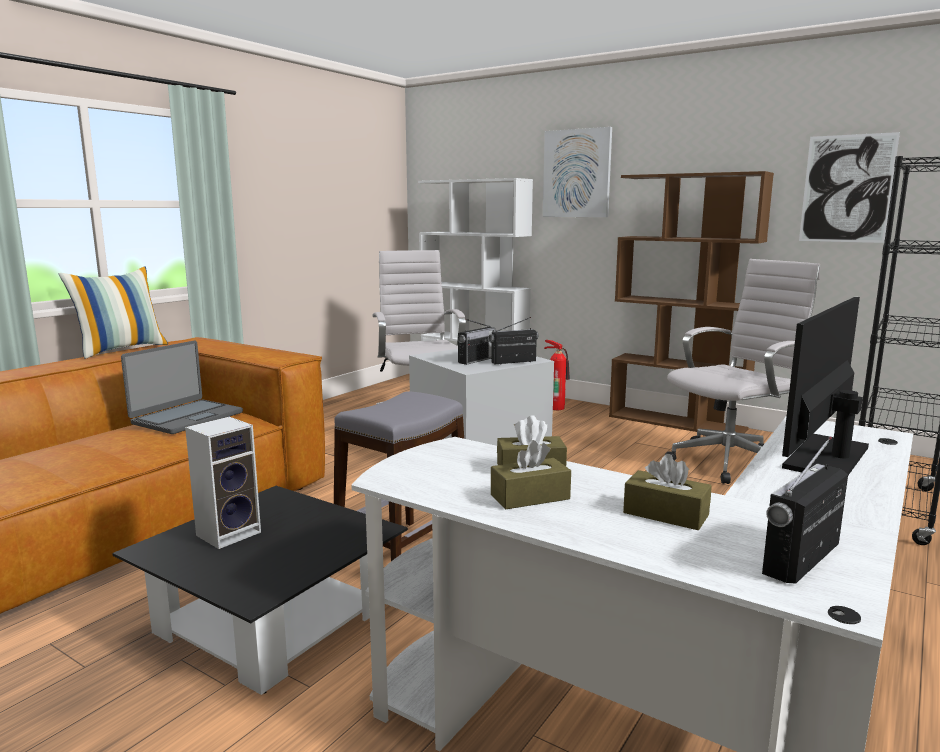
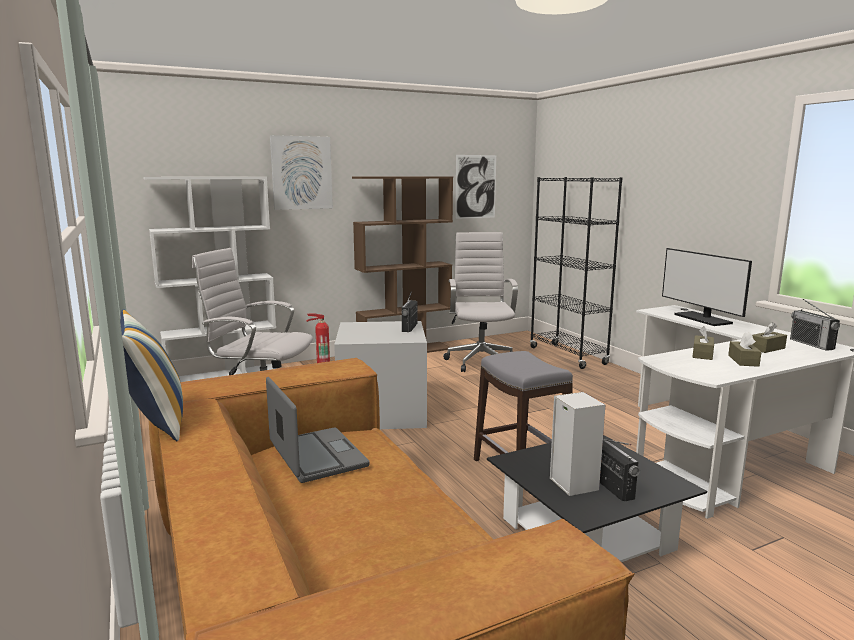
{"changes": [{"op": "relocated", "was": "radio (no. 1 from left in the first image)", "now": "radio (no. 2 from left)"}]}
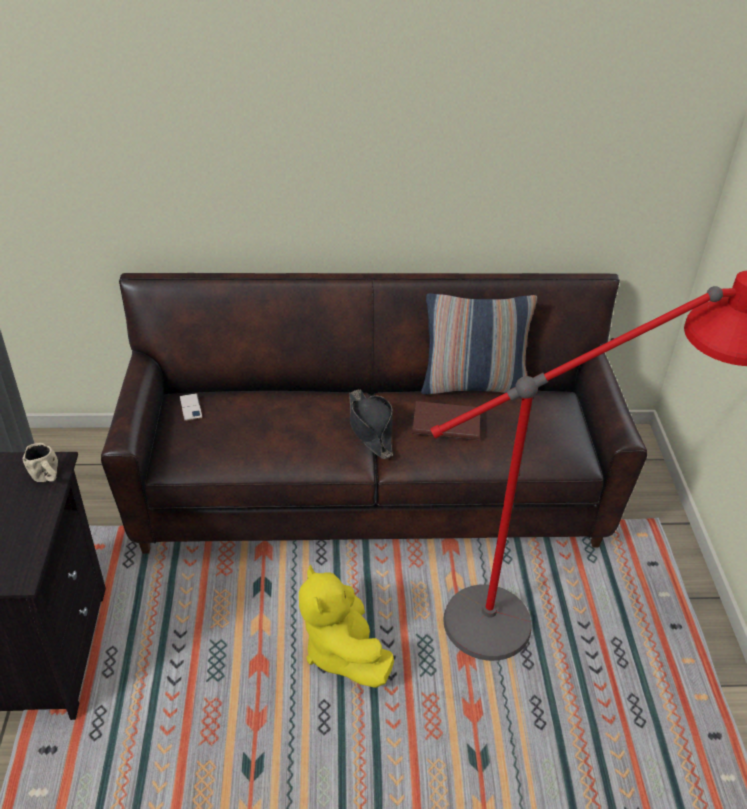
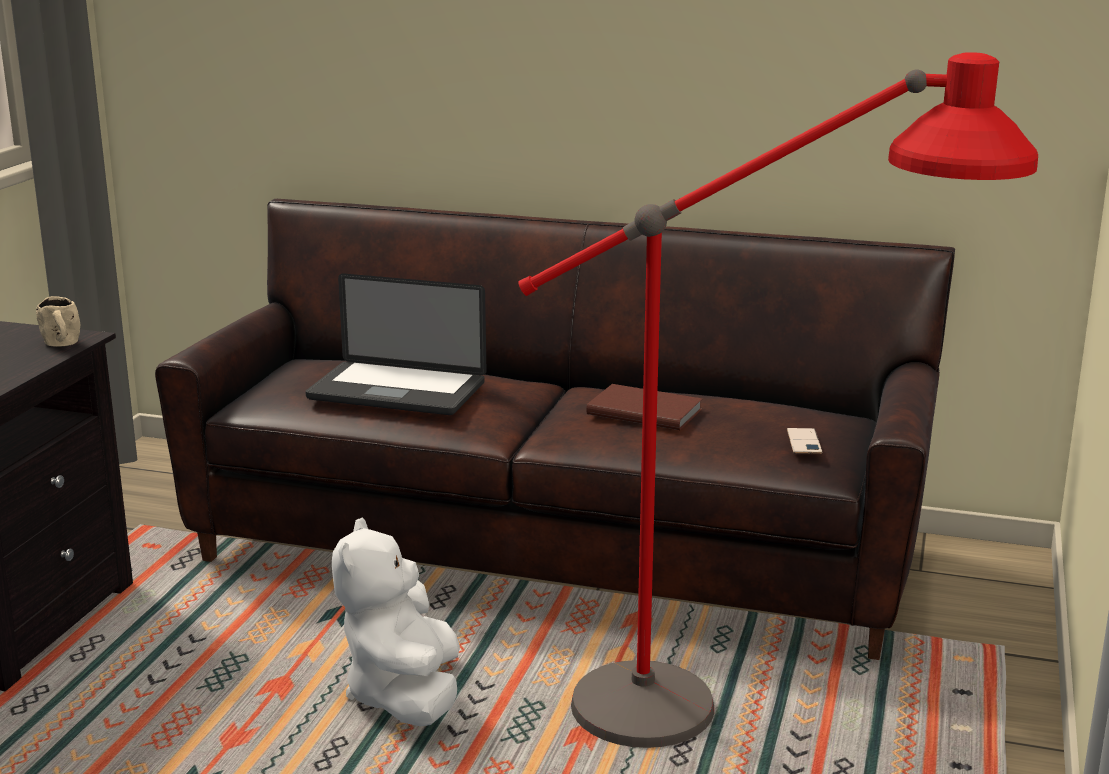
{"changes": [{"op": "missing", "was": "black hat"}, {"op": "missing", "was": "pillow"}, {"op": "appeared", "now": "laptop"}, {"op": "relocated", "was": "phone"}, {"op": "colour", "was": "yellow plush toy", "now": "white plush toy"}]}
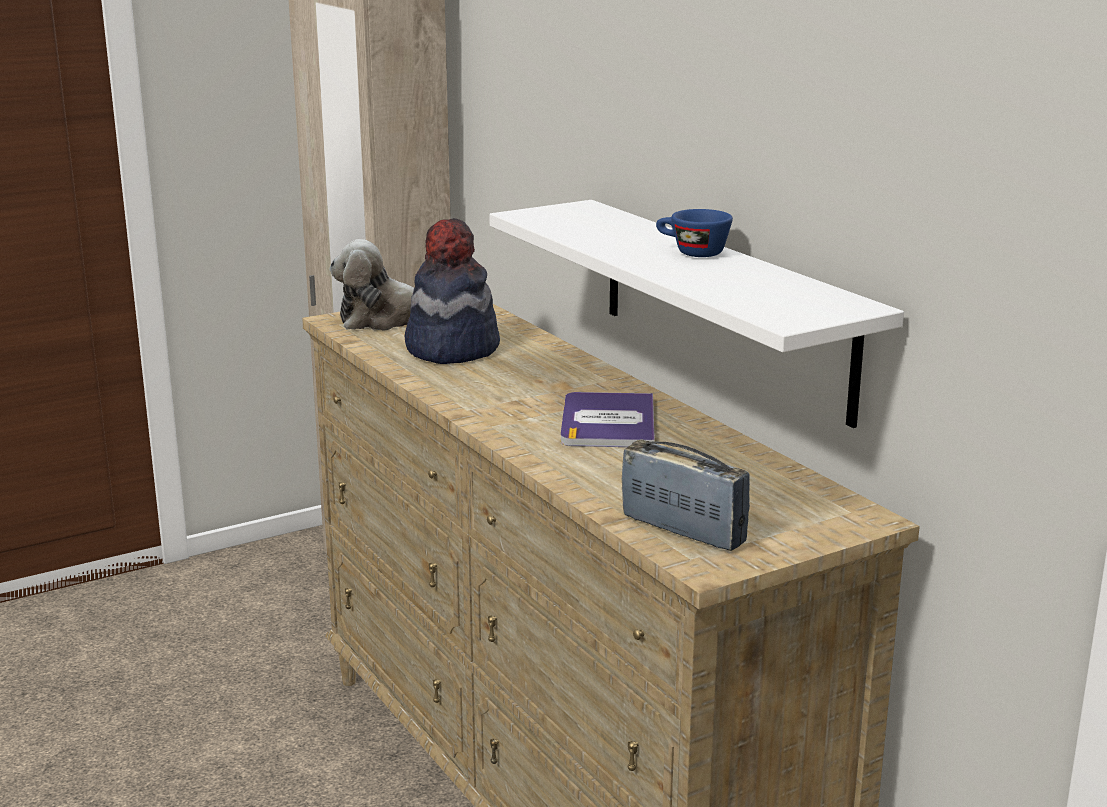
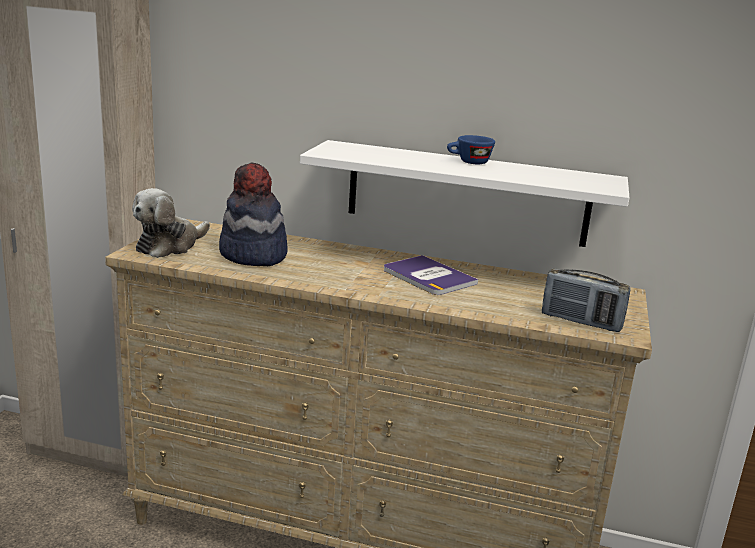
{"changes": [{"op": "spun", "was": "radio", "clockwise": -150}]}
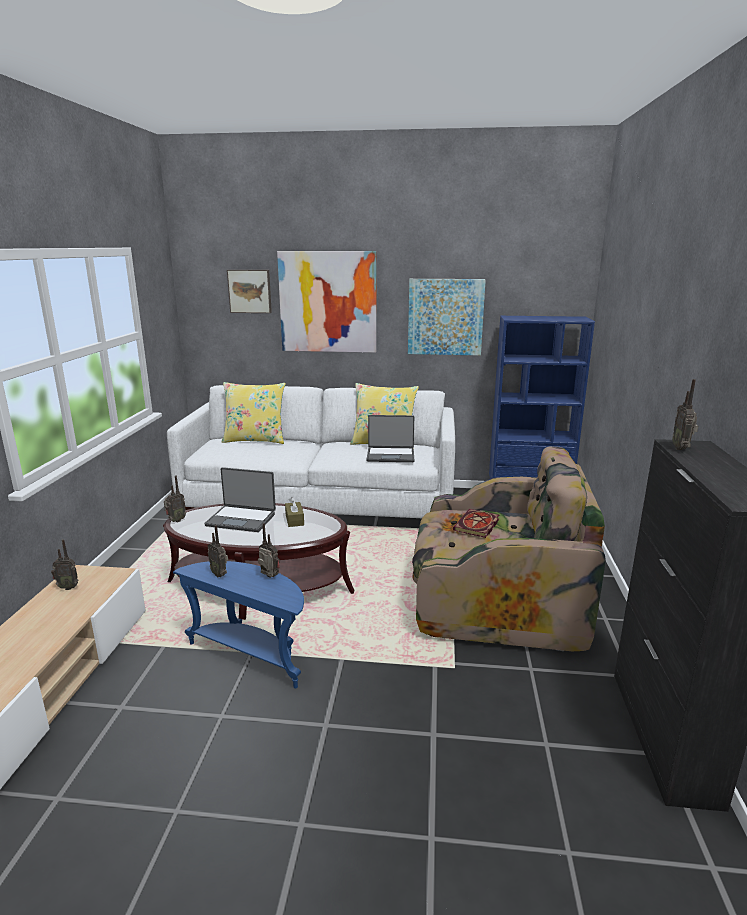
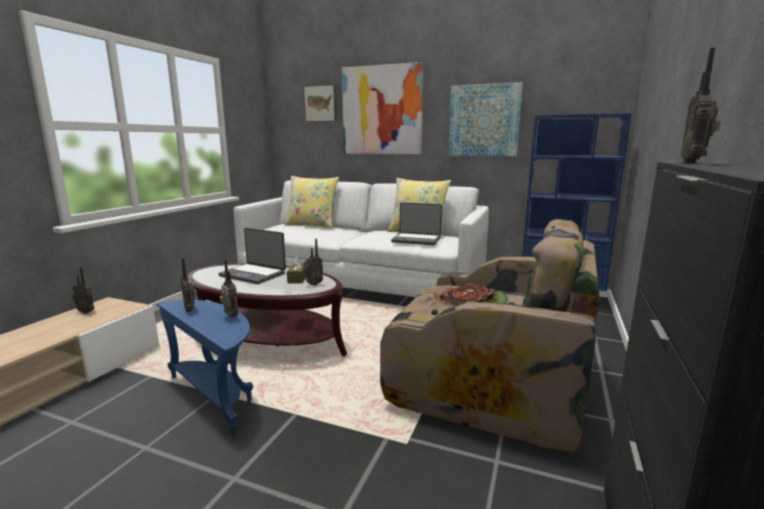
{"changes": [{"op": "relocated", "was": "radio (no. 2 from left in the first image)", "now": "radio (no. 4 from left)"}]}
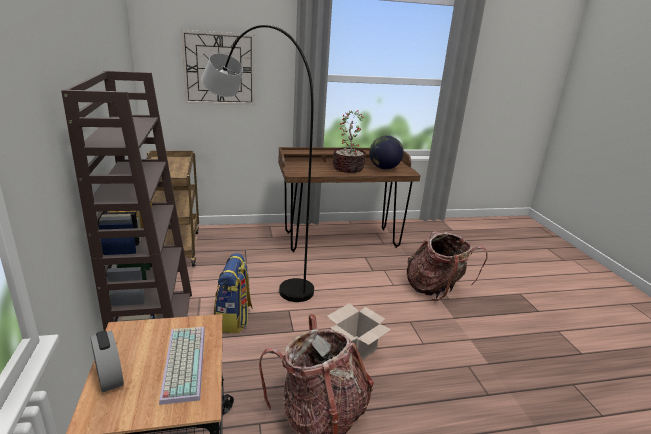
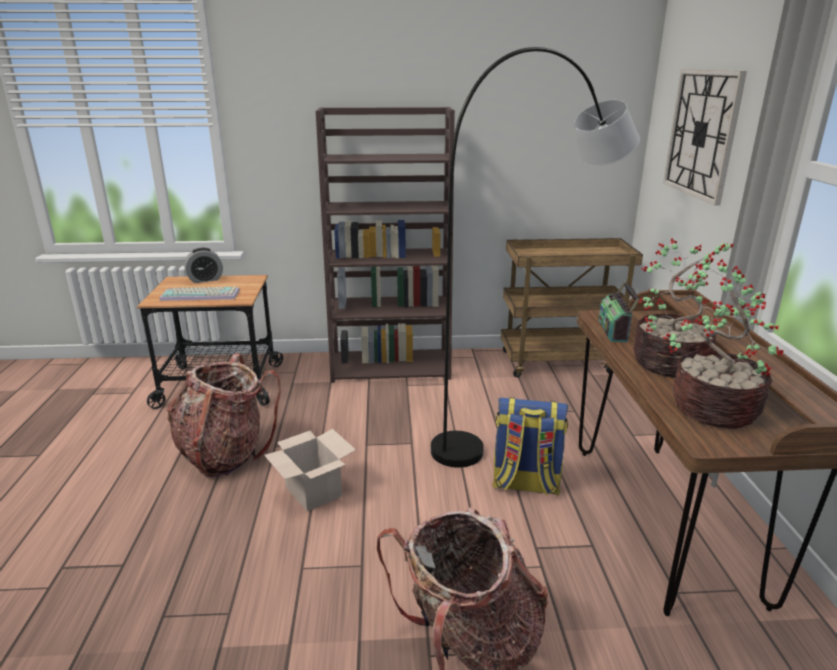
{"changes": [{"op": "appeared", "now": "radio"}, {"op": "relocated", "was": "backpack (no. 1 from left in the first image)", "now": "backpack (no. 3 from left)"}, {"op": "exchanged", "was": "globe", "now": "potted plant (no. 2 from left)"}]}
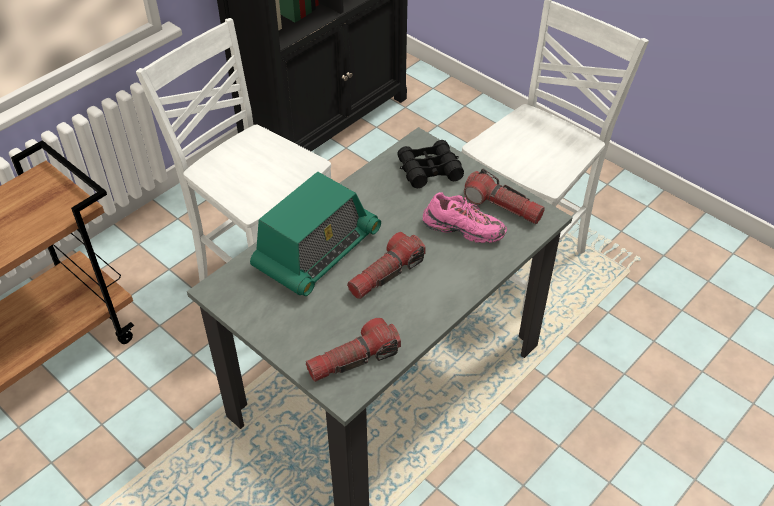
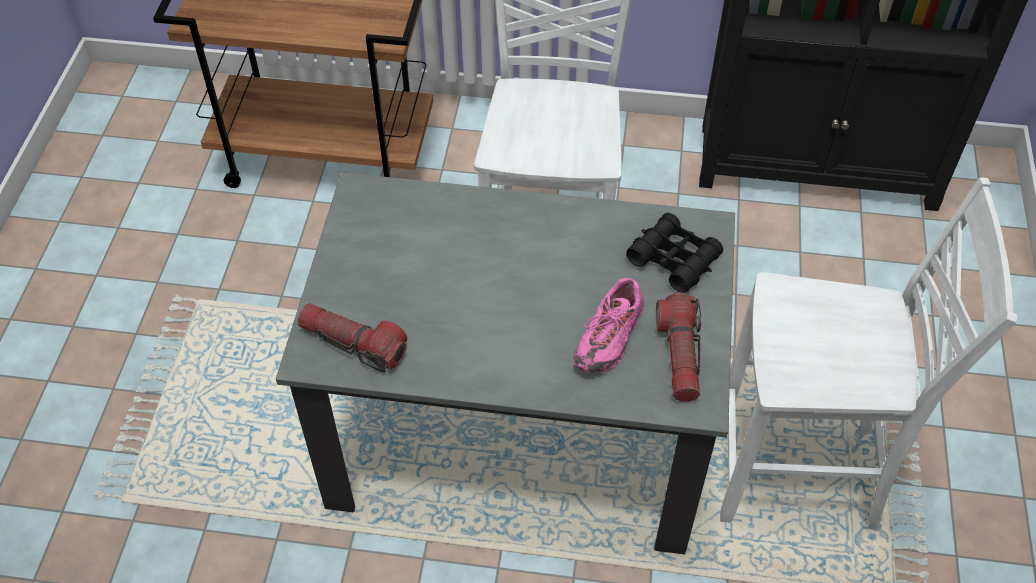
{"changes": [{"op": "missing", "was": "radio"}, {"op": "missing", "was": "flashlight (no. 2 from left)"}, {"op": "spun", "was": "pink shoe", "clockwise": 45}]}
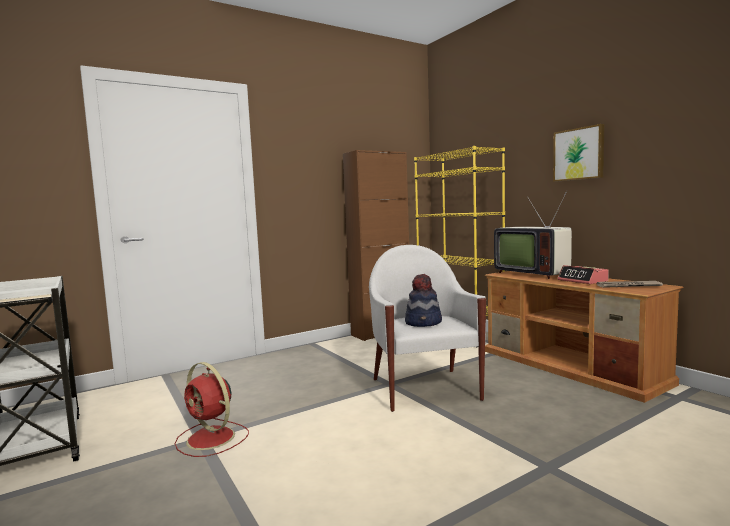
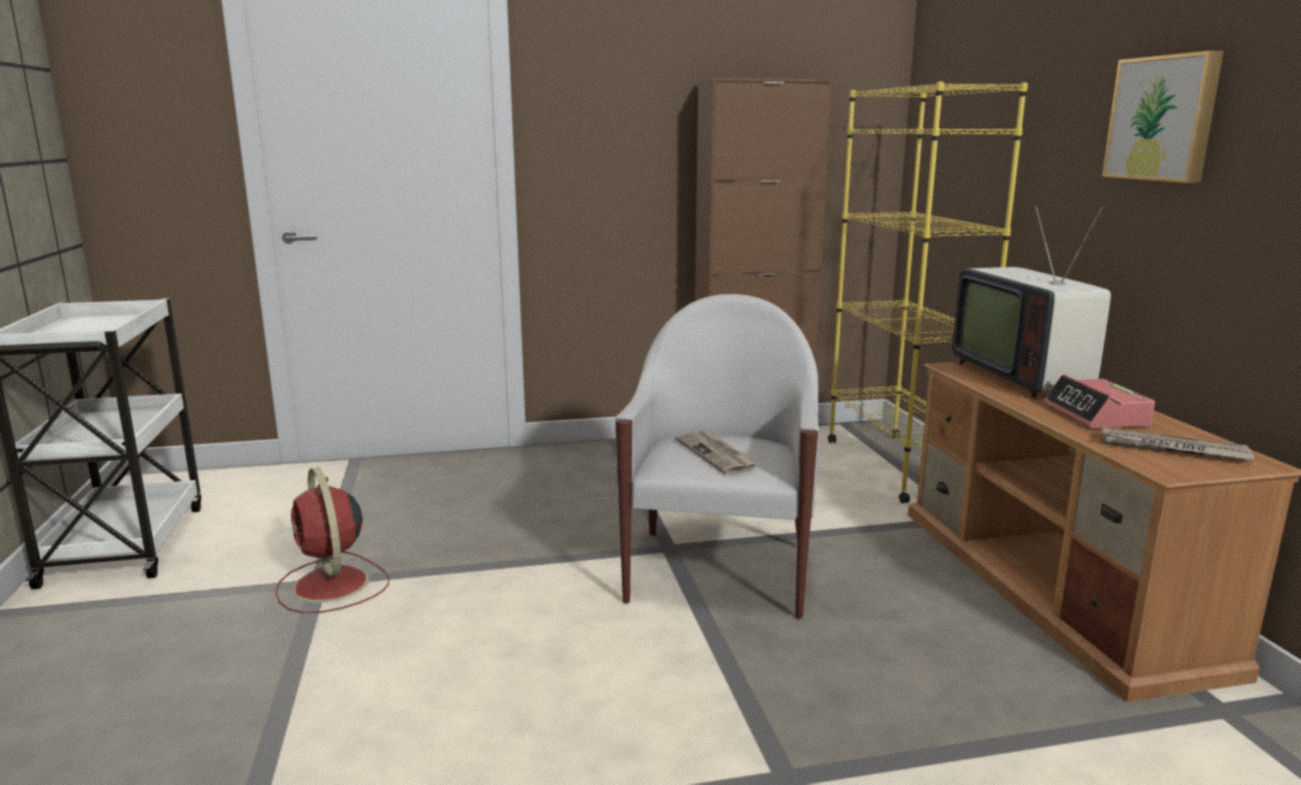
{"changes": [{"op": "exchanged", "was": "hat", "now": "newspaper (no. 1 from left)"}]}
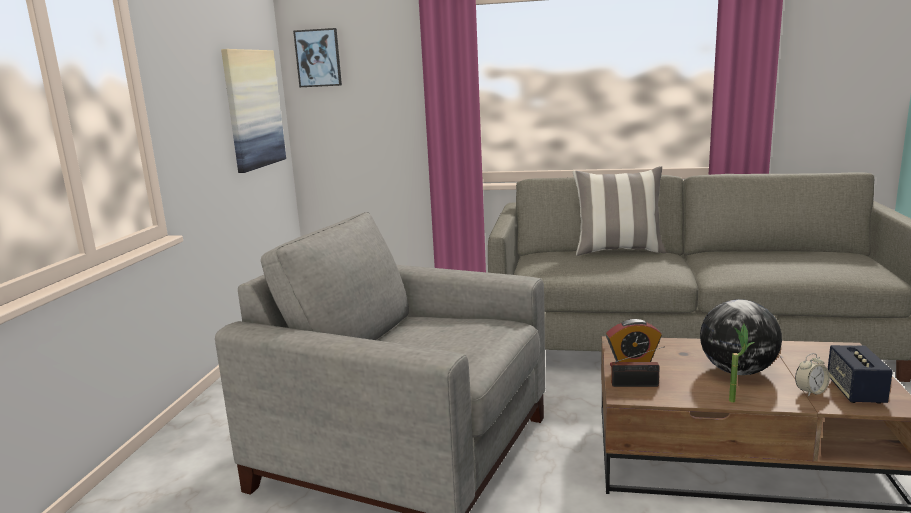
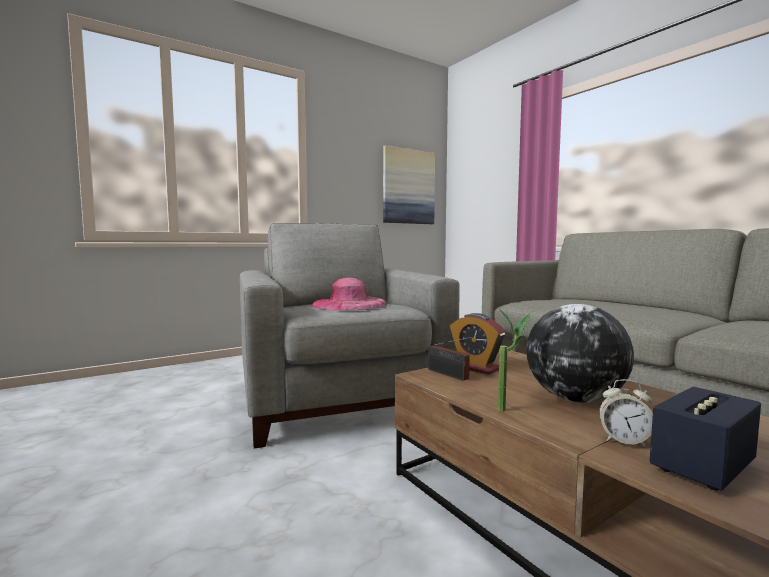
{"changes": [{"op": "missing", "was": "picture (no. 2 from left)"}, {"op": "missing", "was": "pillow"}, {"op": "appeared", "now": "pink hat"}]}
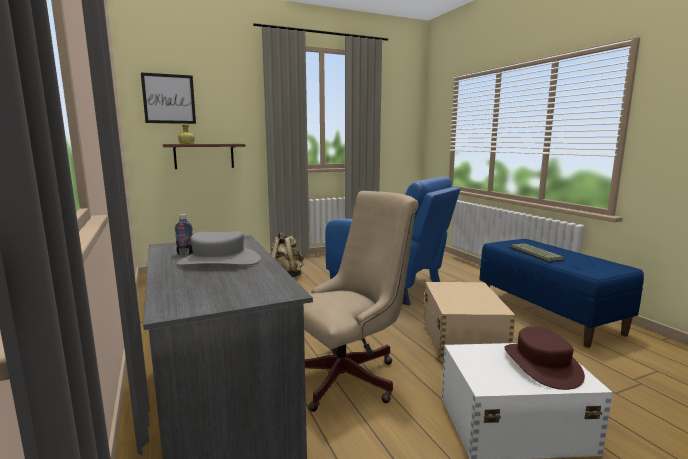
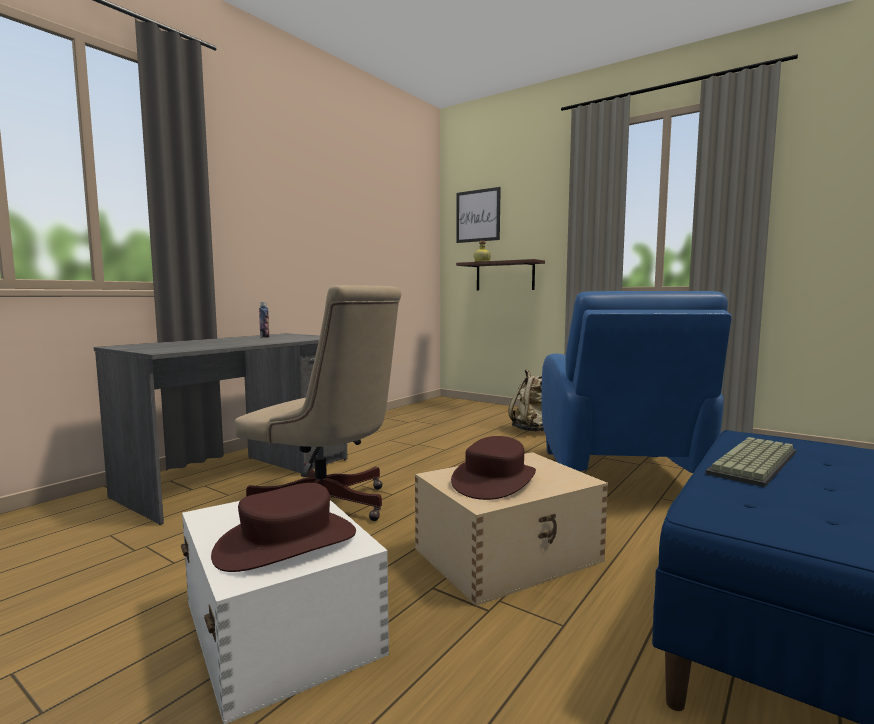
{"changes": [{"op": "missing", "was": "grey hat"}, {"op": "appeared", "now": "brown hat (no. 2 from left)"}]}
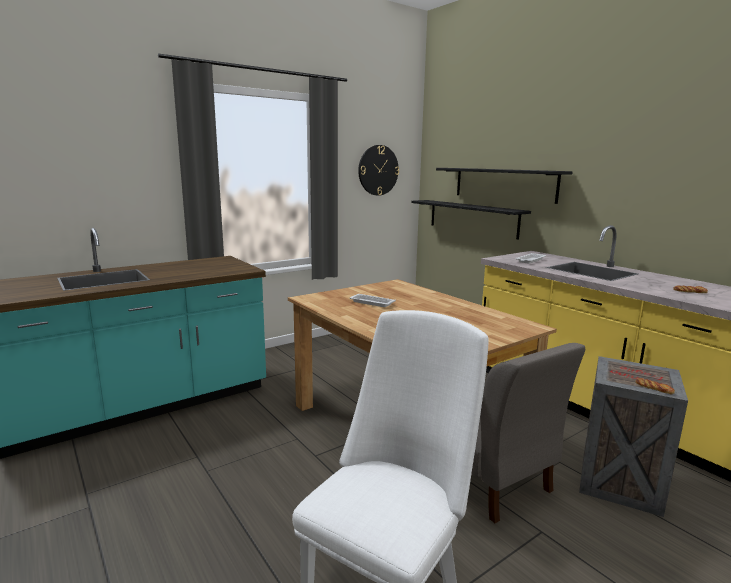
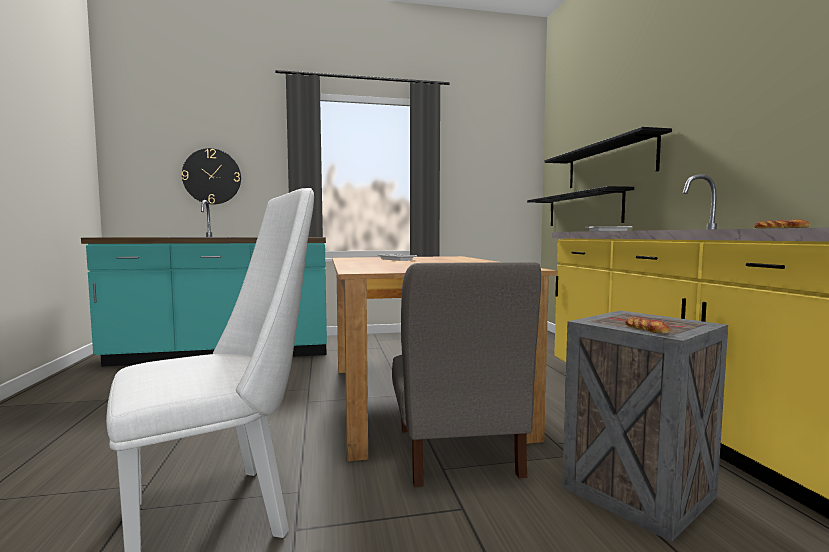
{"changes": [{"op": "relocated", "was": "wall clock"}]}
